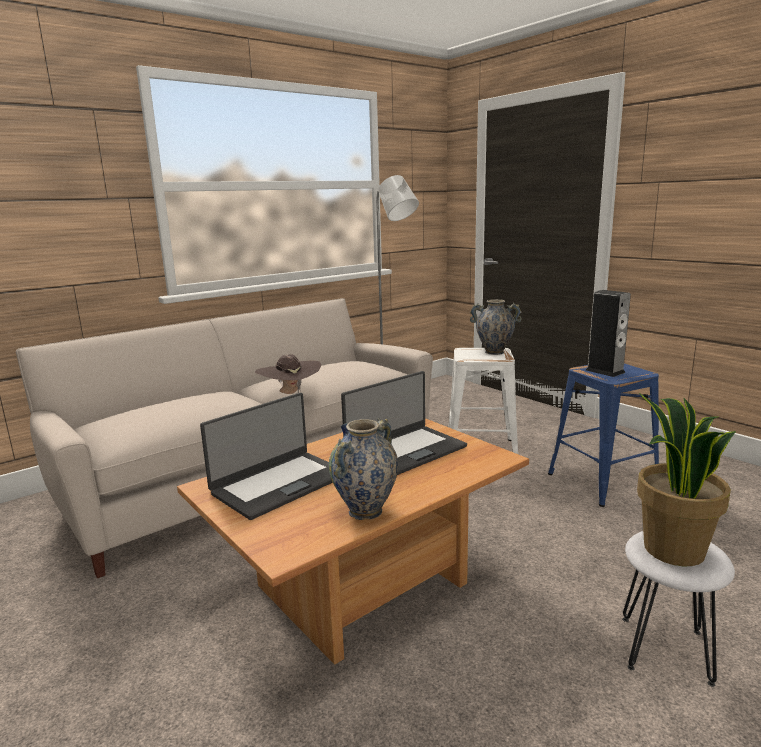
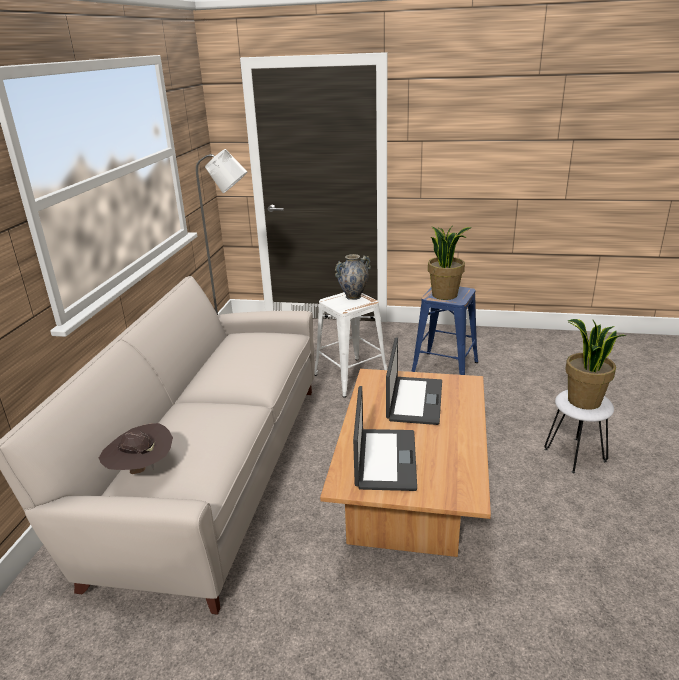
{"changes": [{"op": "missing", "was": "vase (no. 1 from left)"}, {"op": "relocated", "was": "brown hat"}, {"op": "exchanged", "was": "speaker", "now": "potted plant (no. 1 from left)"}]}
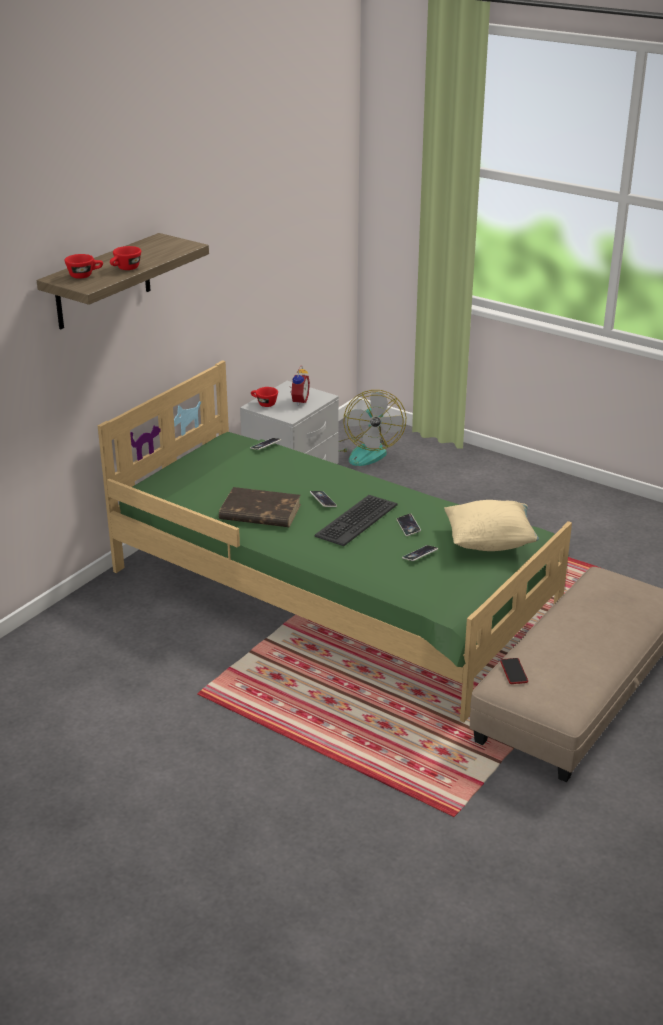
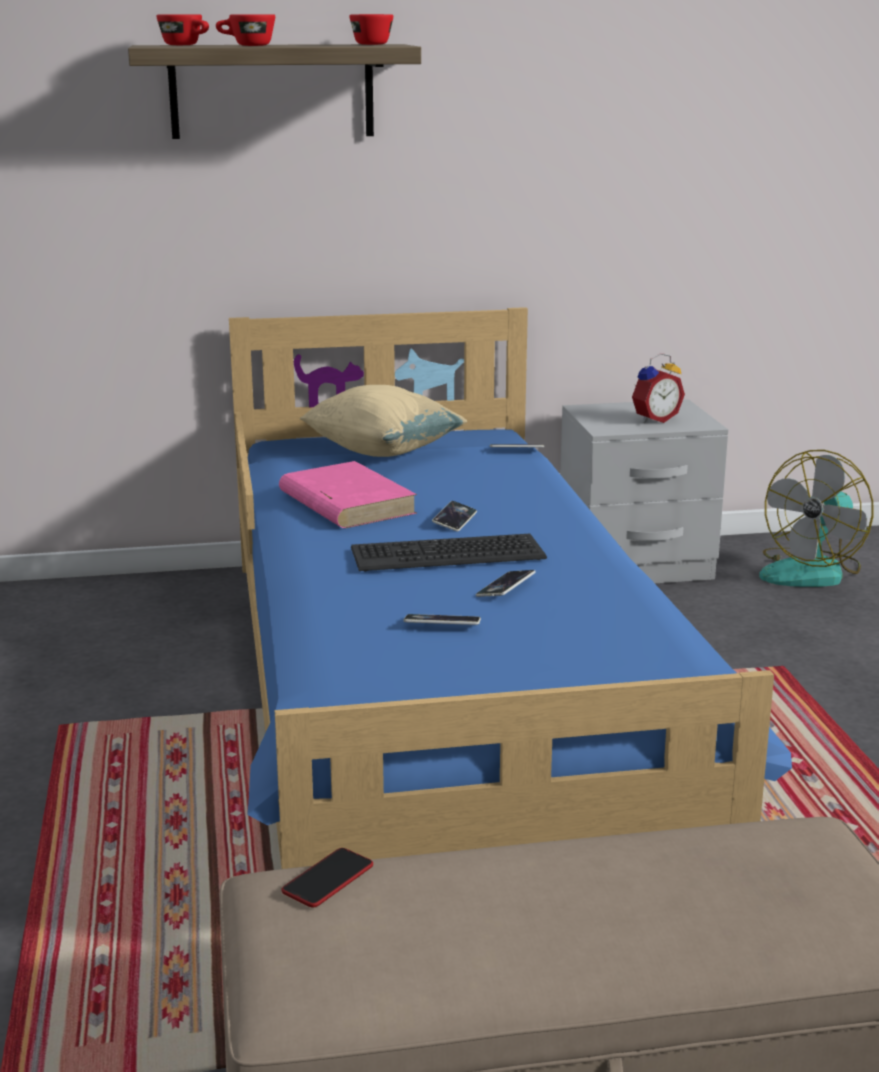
{"changes": [{"op": "relocated", "was": "red cup (no. 3 from left)"}, {"op": "relocated", "was": "beige pillow"}, {"op": "colour", "was": "green bed", "now": "blue bed"}, {"op": "colour", "was": "brown book", "now": "pink book"}]}
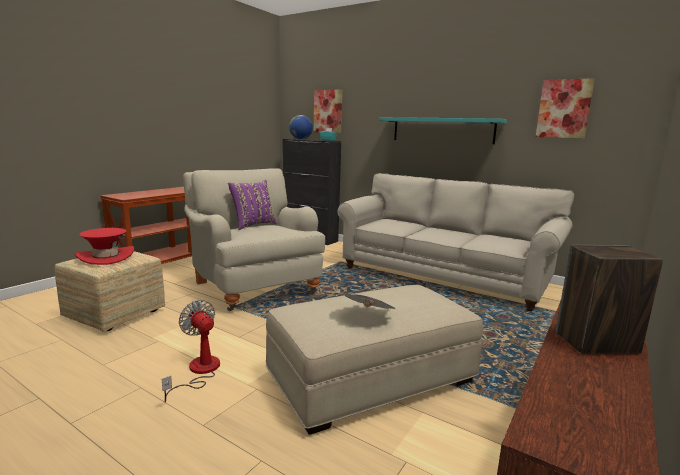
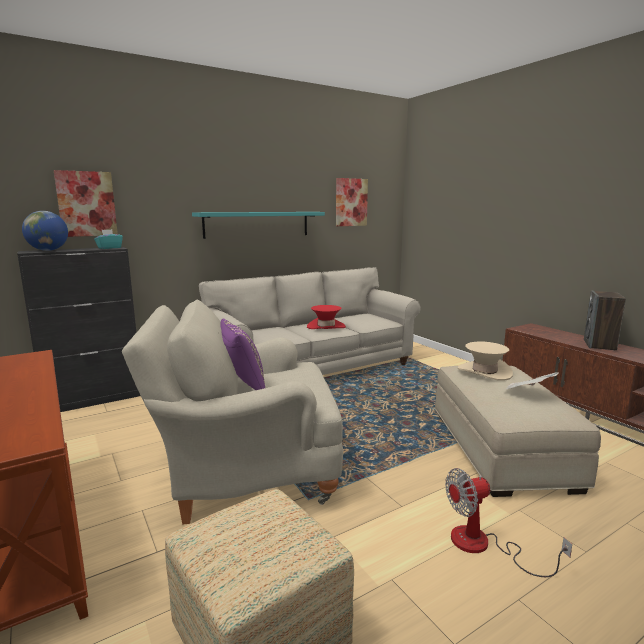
{"changes": [{"op": "appeared", "now": "beige hat"}, {"op": "relocated", "was": "red hat"}]}
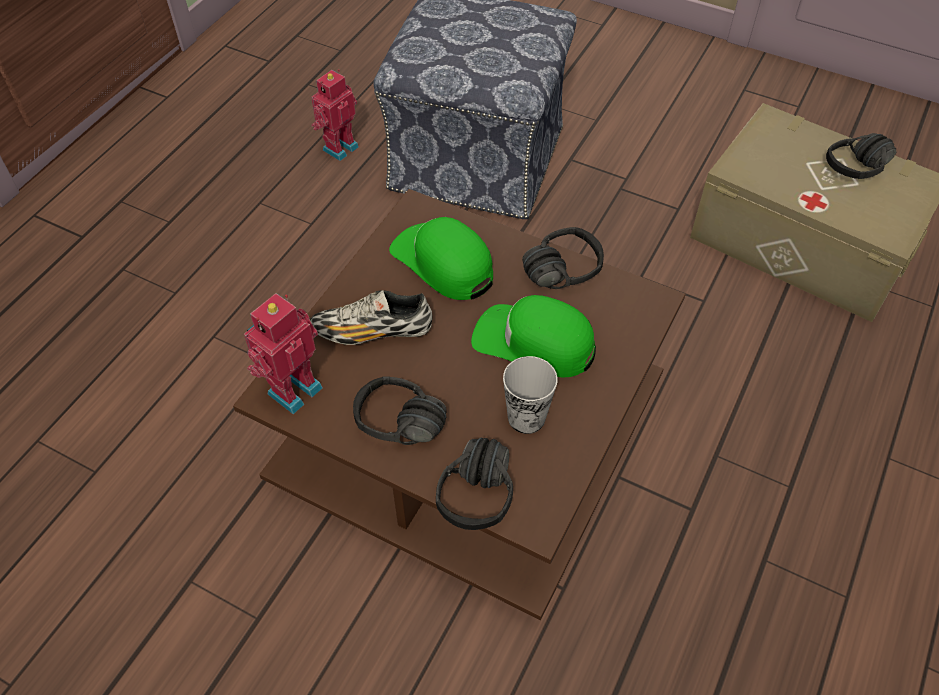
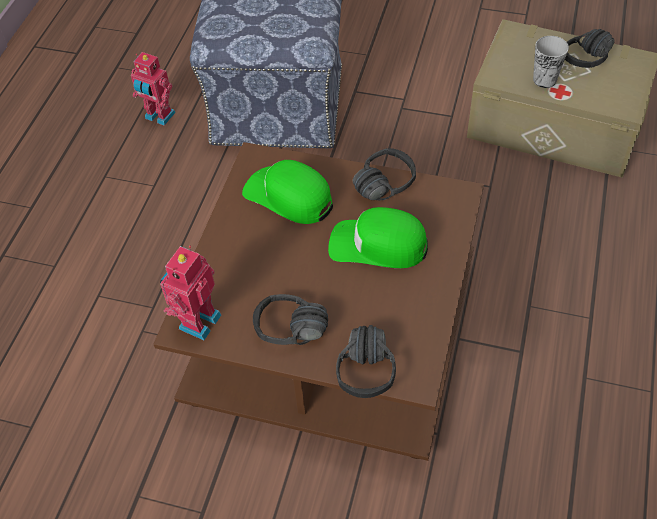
{"changes": [{"op": "missing", "was": "shoe"}, {"op": "relocated", "was": "cup"}, {"op": "spun", "was": "toy robot (no. 2 from left in the first image)", "clockwise": -90}]}
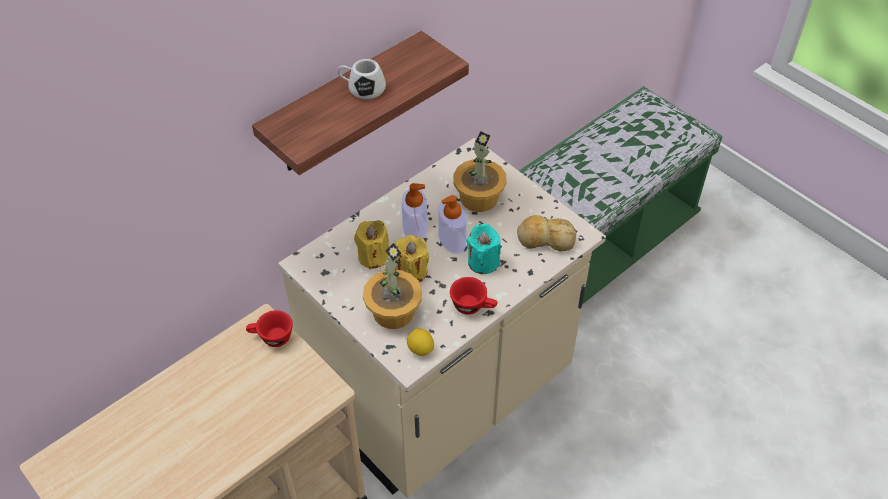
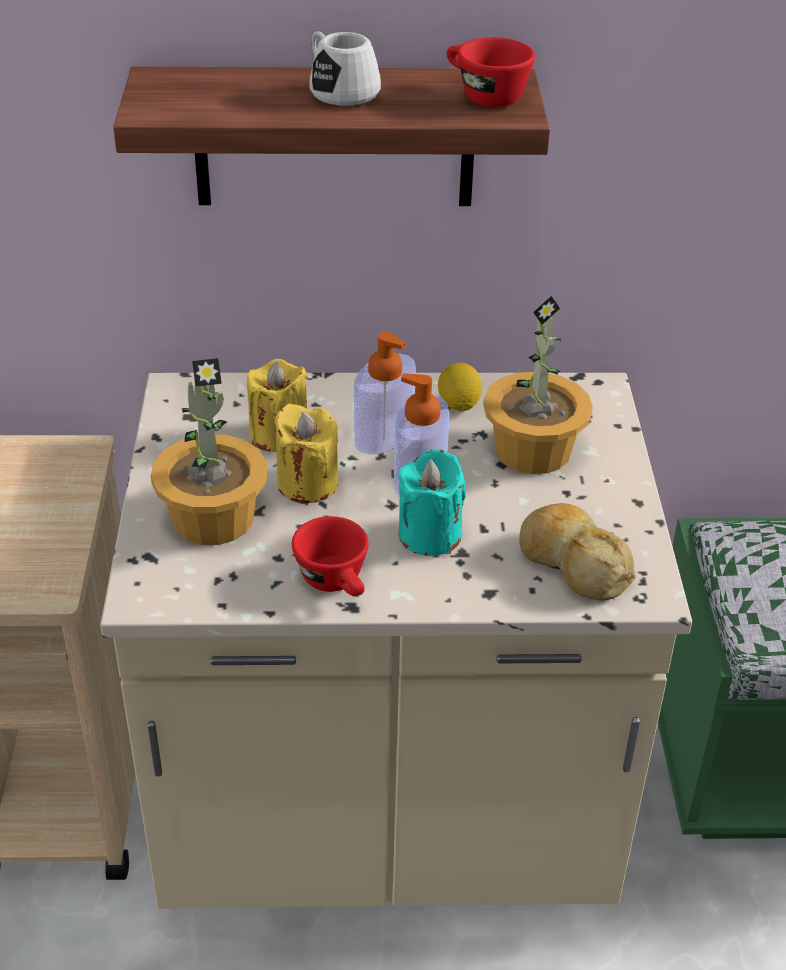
{"changes": [{"op": "relocated", "was": "red cup (no. 1 from left in the first image)", "now": "red cup (no. 2 from left)"}, {"op": "relocated", "was": "lemon"}]}
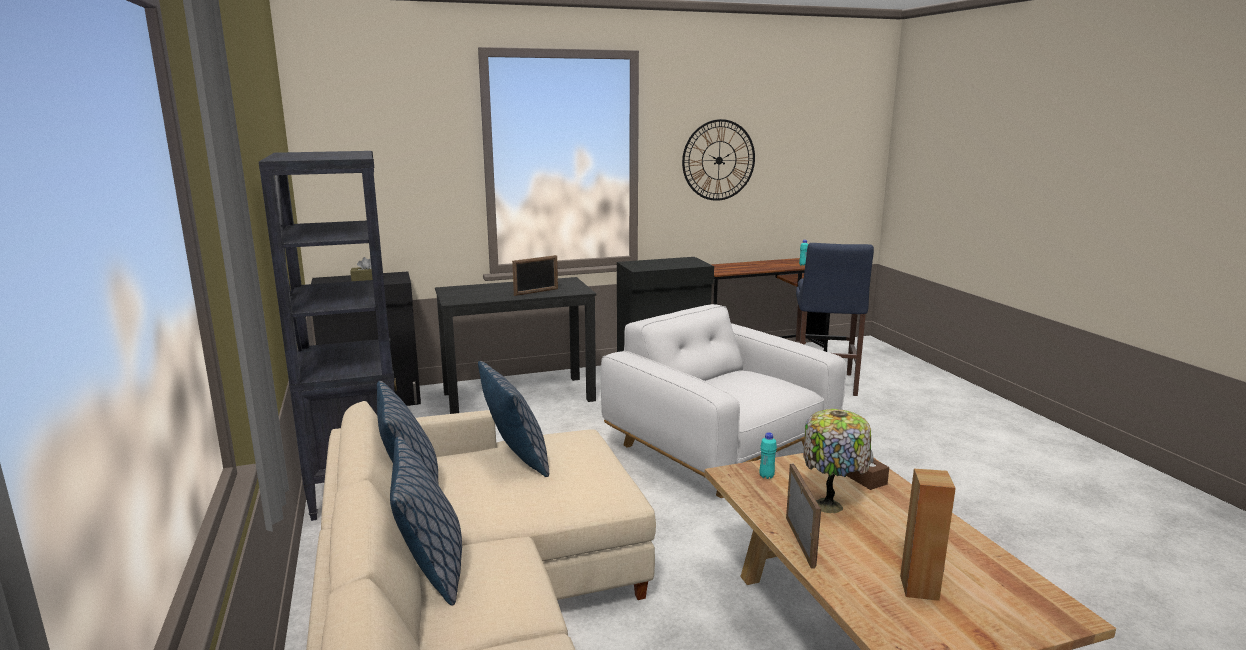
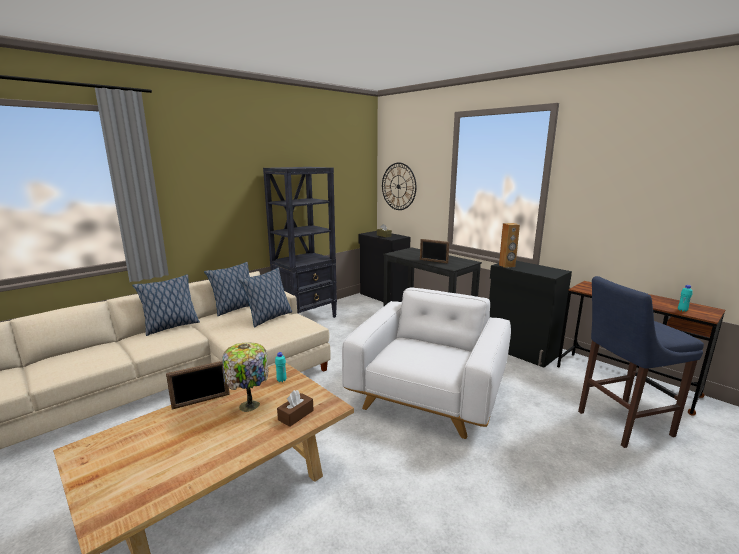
{"changes": [{"op": "relocated", "was": "wall clock"}, {"op": "relocated", "was": "brown speaker"}]}
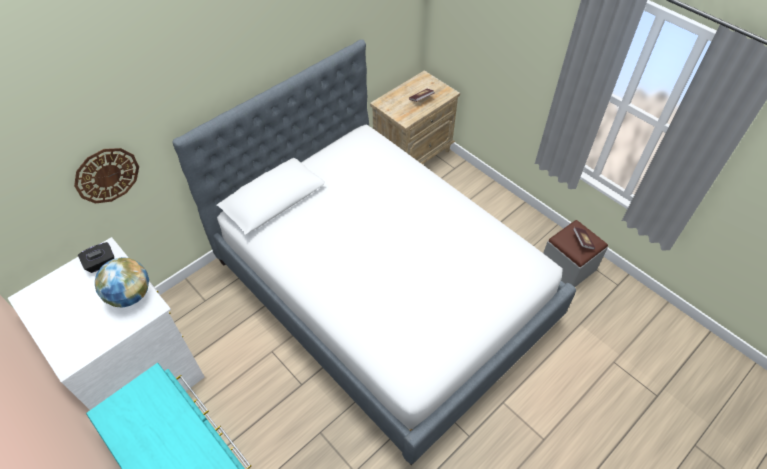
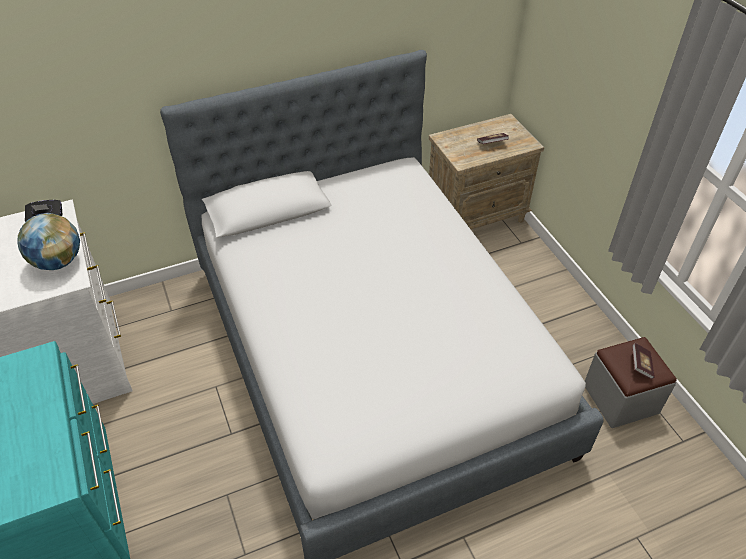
{"changes": [{"op": "missing", "was": "wall clock"}]}
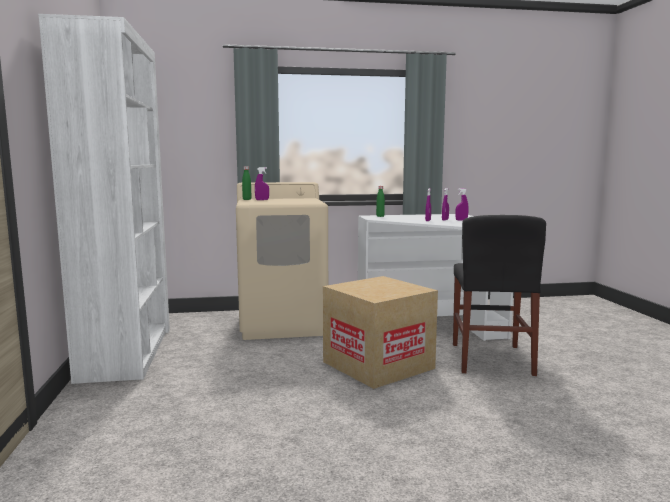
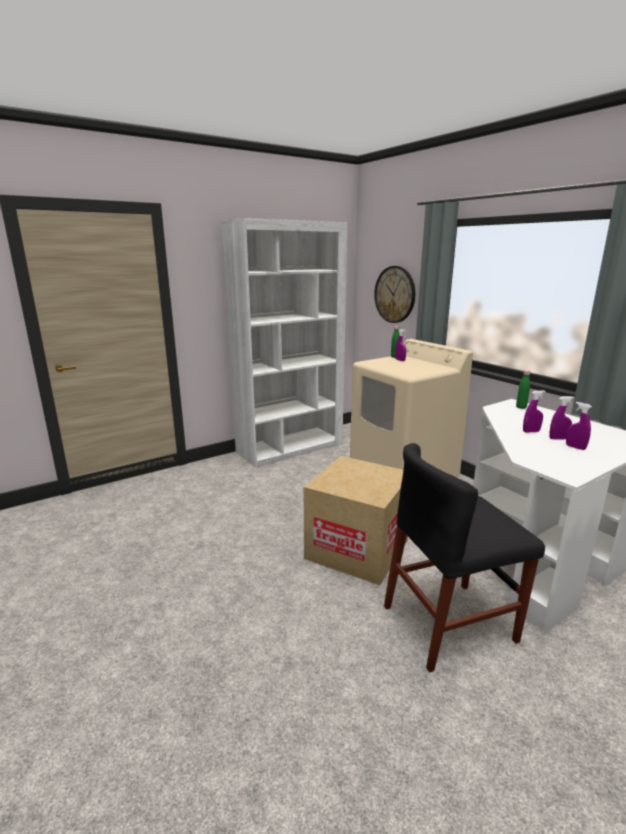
{"changes": [{"op": "appeared", "now": "wall clock"}]}
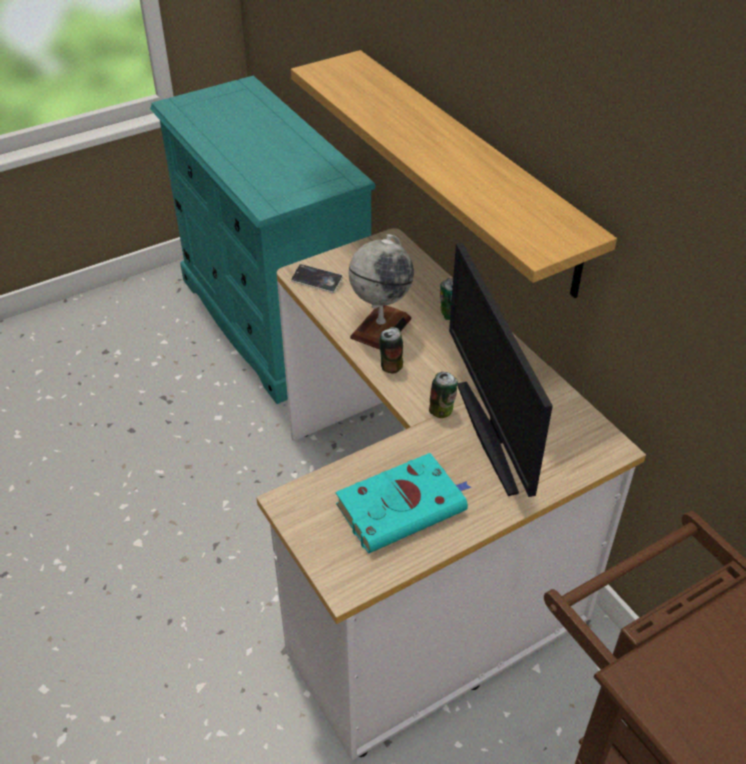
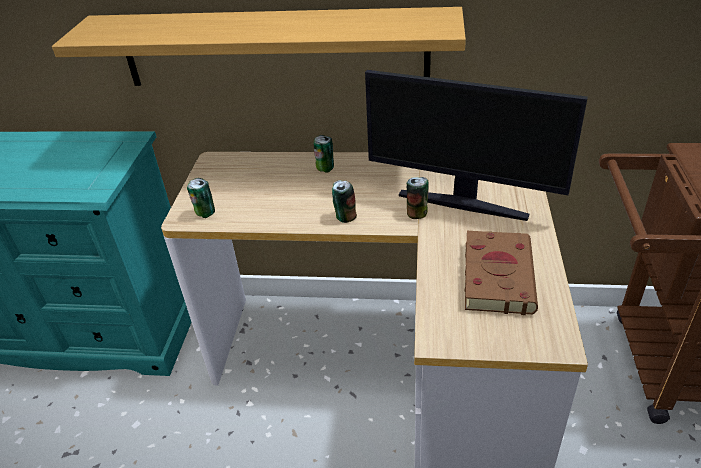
{"changes": [{"op": "missing", "was": "globe"}, {"op": "exchanged", "was": "phone", "now": "can (no. 1 from left)"}, {"op": "colour", "was": "turquoise book", "now": "brown book"}]}
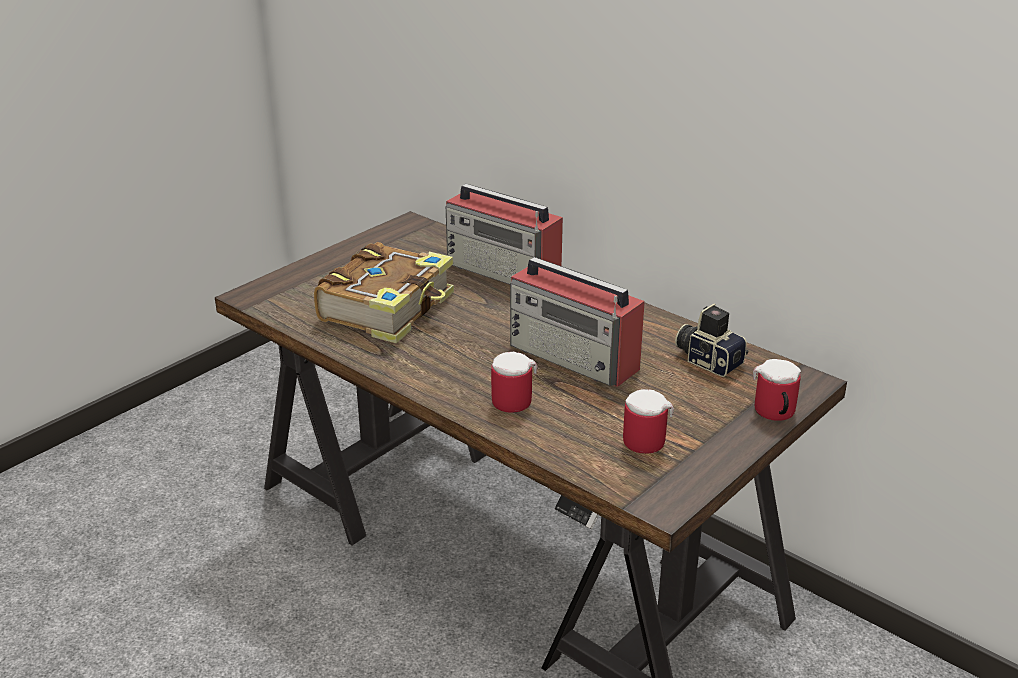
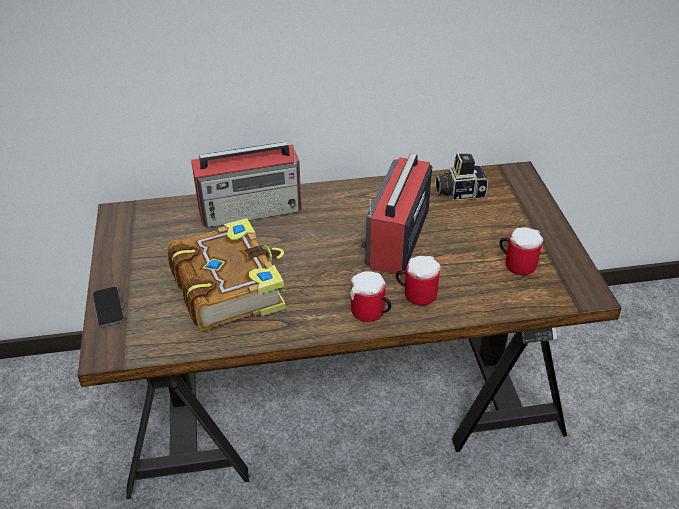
{"changes": [{"op": "appeared", "now": "phone"}, {"op": "relocated", "was": "mug (no. 3 from left in the first image)", "now": "mug (no. 1 from left)"}, {"op": "spun", "was": "radio (no. 2 from left)", "clockwise": 120}]}
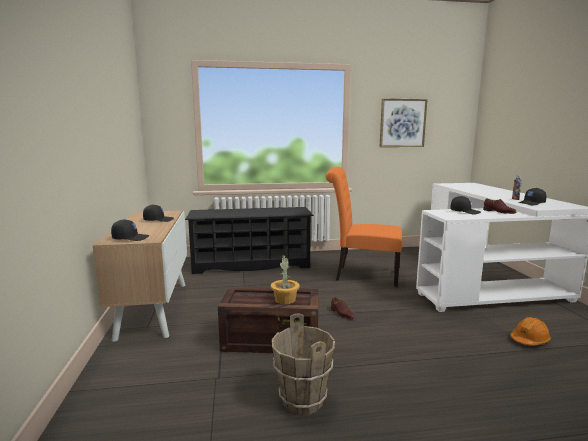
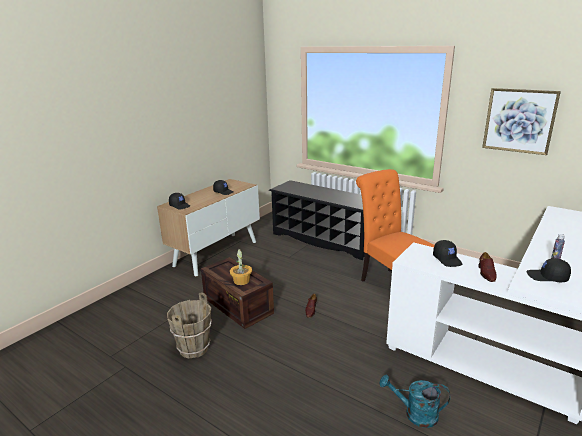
{"changes": [{"op": "exchanged", "was": "orange hard hat", "now": "turquoise watering can"}]}
